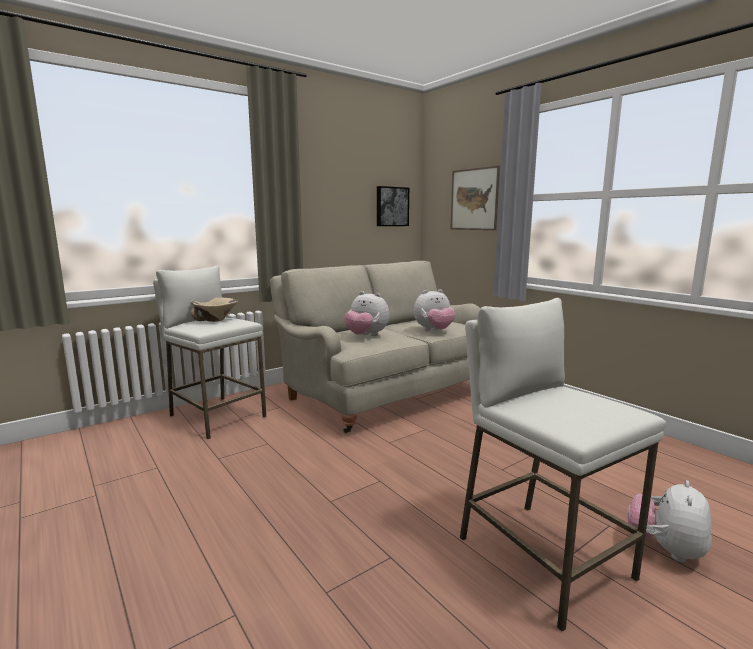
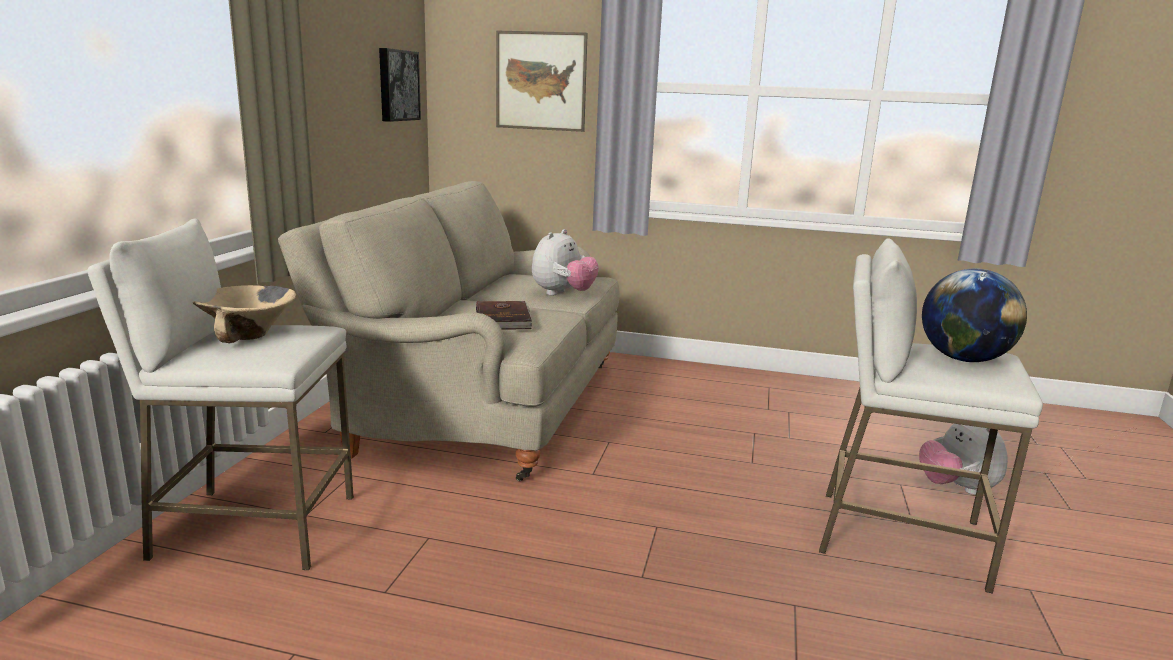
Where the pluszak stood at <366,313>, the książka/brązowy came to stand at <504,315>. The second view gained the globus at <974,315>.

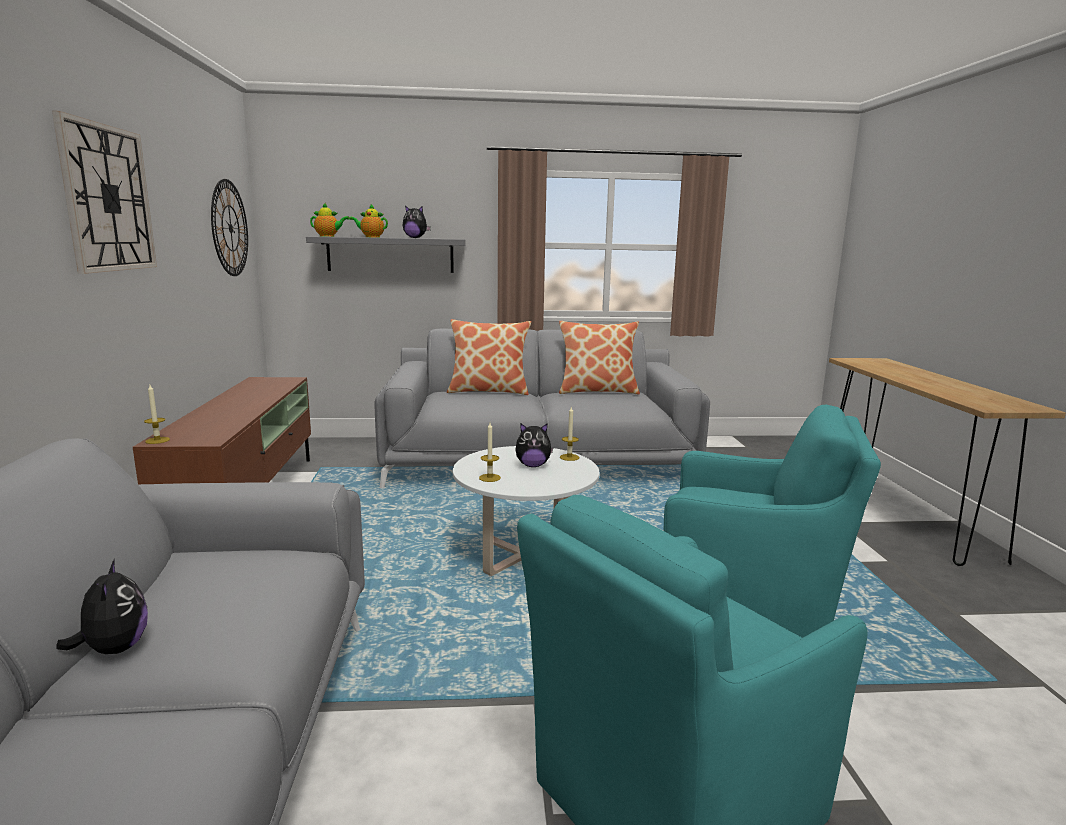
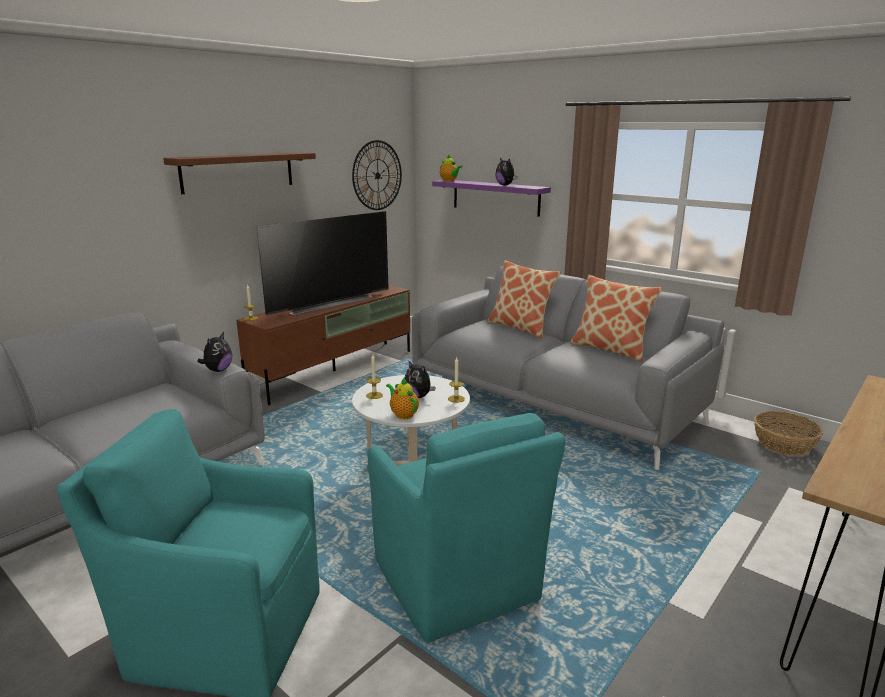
Where the zegar ścienny hung at <104,192>, the półka/brązowy came to hang at <239,173>. The pluszak ended up elsewhere, having gone from <102,606> to <214,352>. What was the półka/szary at <386,255> turned into the półka/fioletowy at <491,198>. The imbryk ended up elsewhere, having gone from <368,220> to <402,398>. The second view gained the telewizor at <323,263>. The second view gained the koszyk at <788,433>.

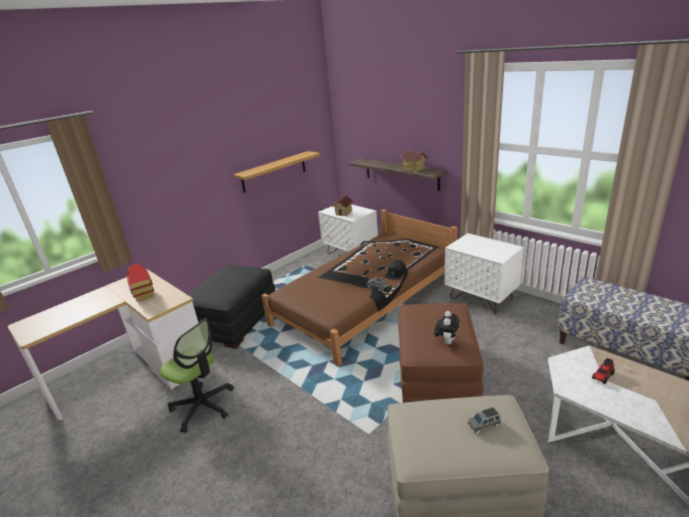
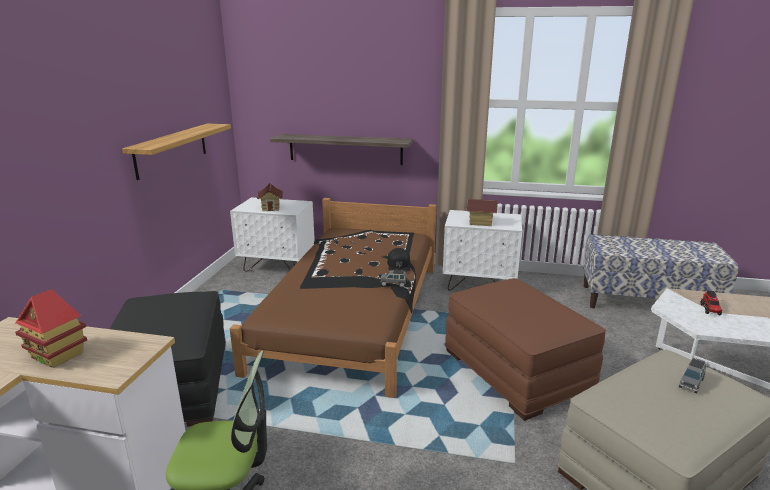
The domek ended up elsewhere, having gone from <414,161> to <482,212>. The second view lost the pluszak at <446,328>.

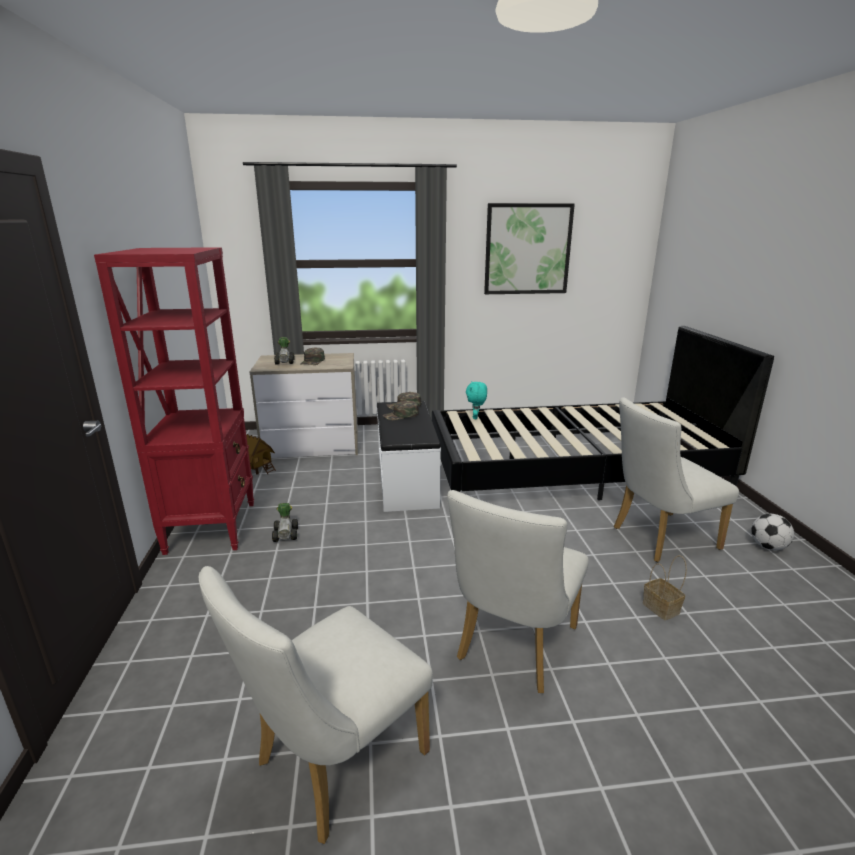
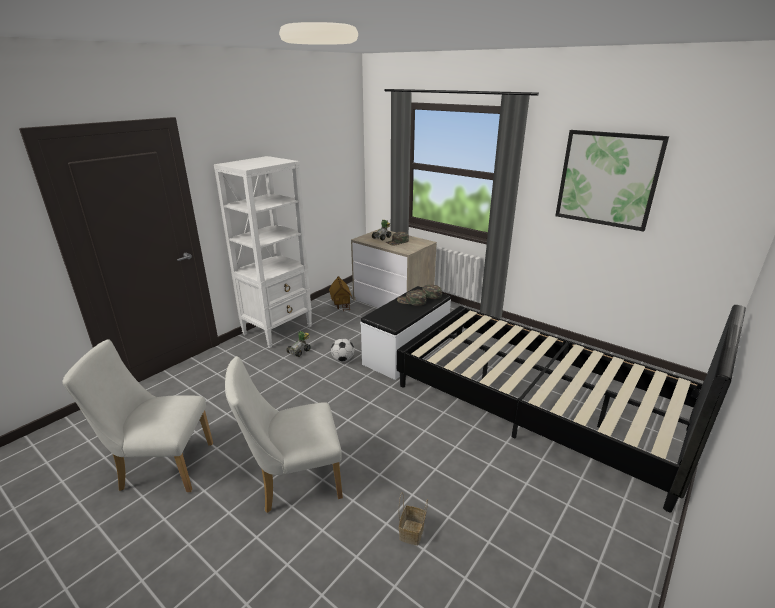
What was the regał/czerwony at <174,401> turned into the regał/biały at <263,252>. The second view lost the pluszak/turkusowy at <476,400>. The second view lost the krzesło/biały at <676,479>. The piłka futbolowa ended up elsewhere, having gone from <772,532> to <342,350>.

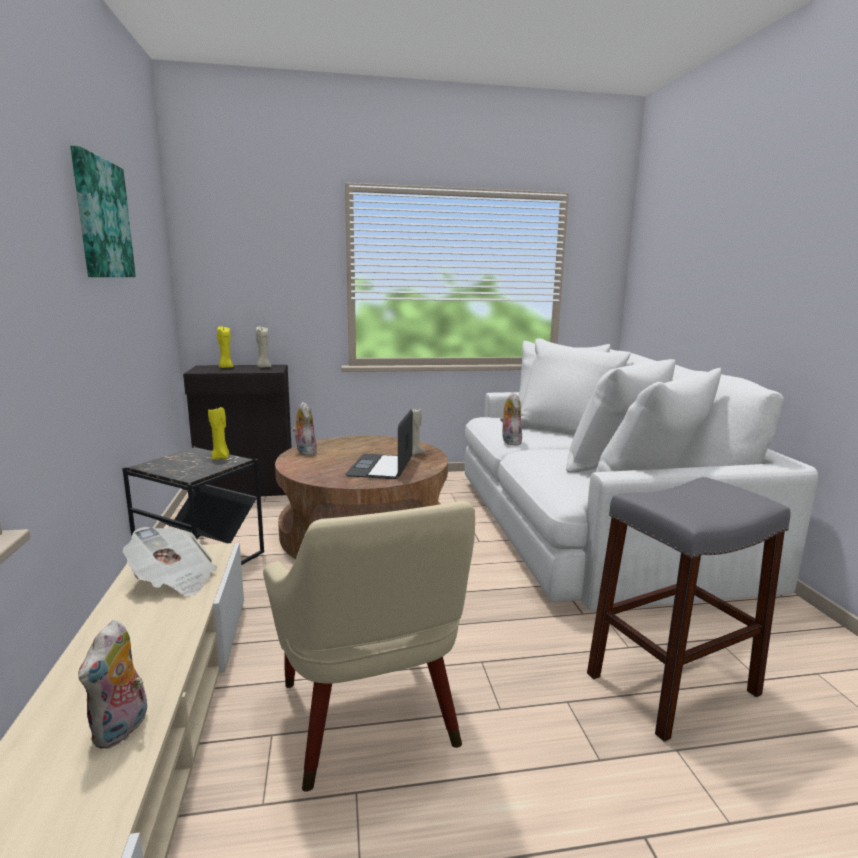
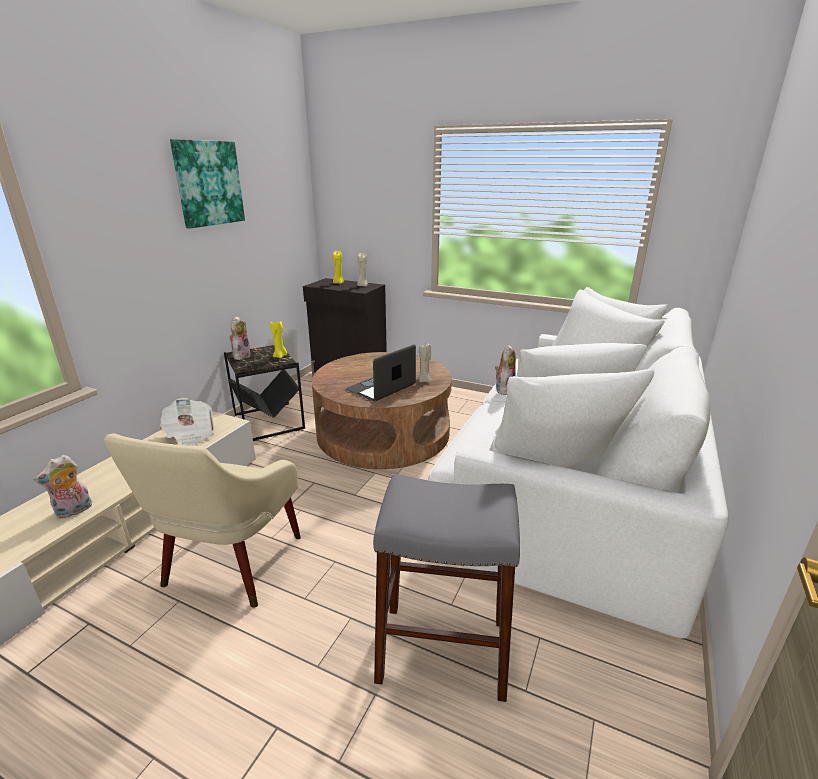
The pluszak ended up elsewhere, having gone from <304,428> to <240,338>.

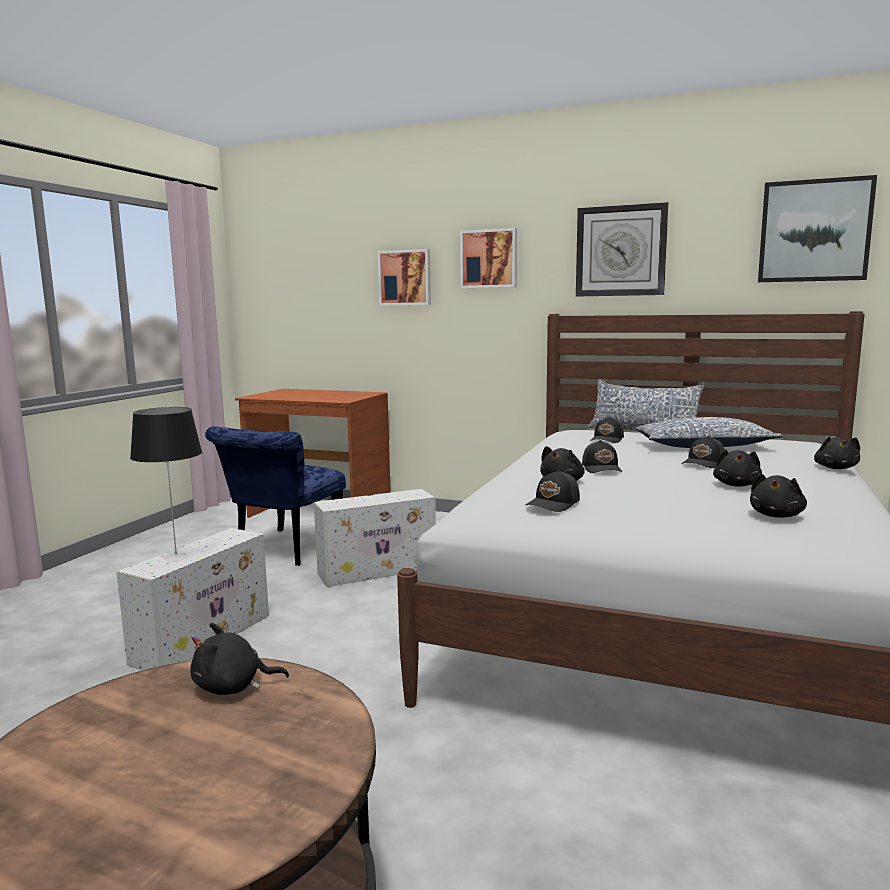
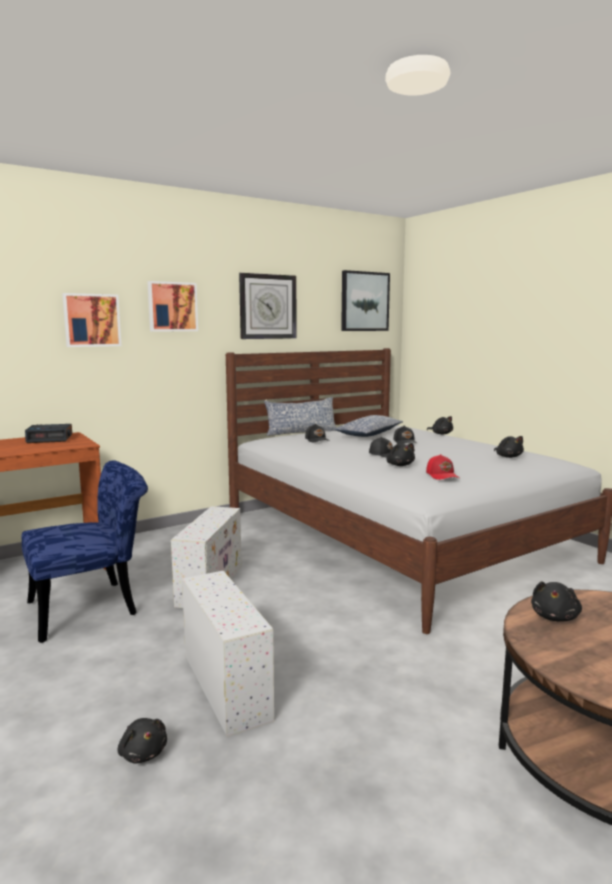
The second view lost the lampa stołowa at <166,484>. The krzesło/niebieski at <275,496> ended up facing another way, 90 degrees counterclockwise from before. What was the czapka z daszkiem/czarny at <553,491> turned into the czapka z daszkiem/czerwony at <442,467>. The pluszak/czarny ended up elsewhere, having gone from <737,468> to <142,741>. The second view gained the budzik at <48,433>.

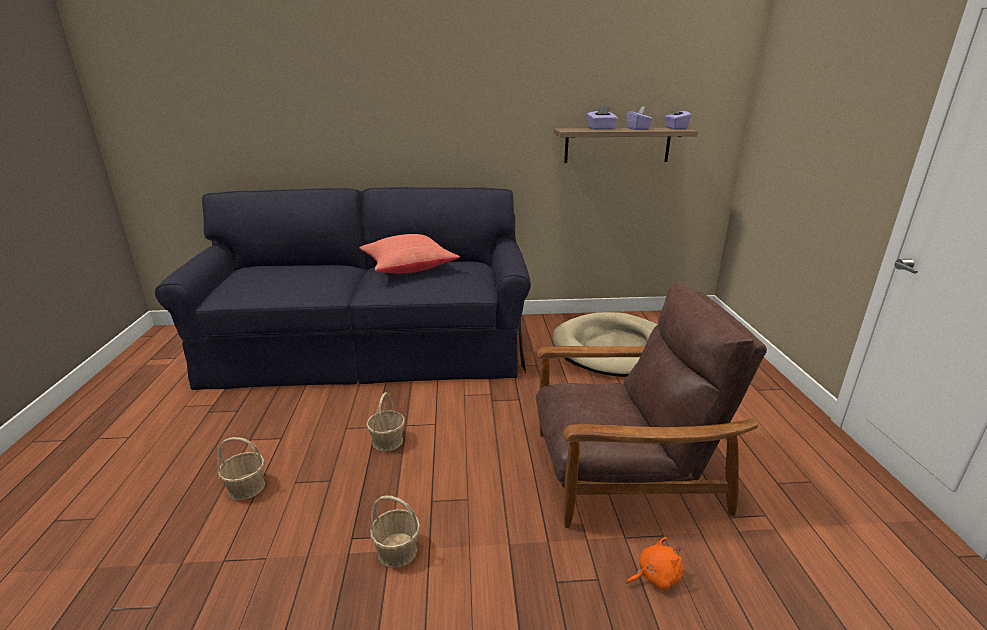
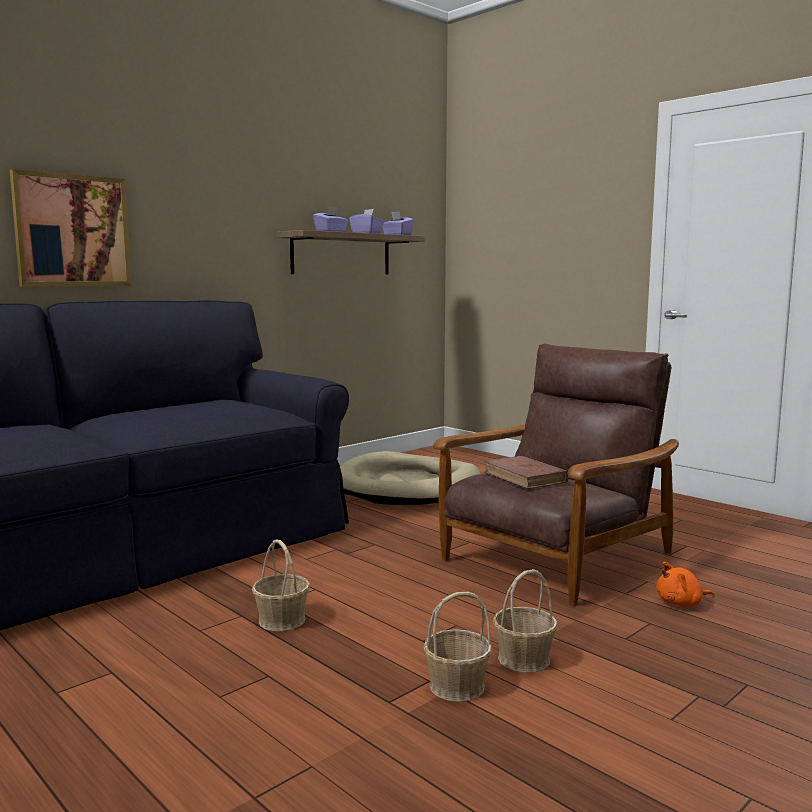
The koszyk ended up elsewhere, having gone from <241,468> to <525,621>. The second view lost the poduszka/czerwony at <409,253>. The pluszak/pomarańczowy at <654,563> ended up facing another way, 135 degrees counterclockwise from before. The second view gained the obraz at <71,228>. The second view gained the książka/brązowy at <526,472>.

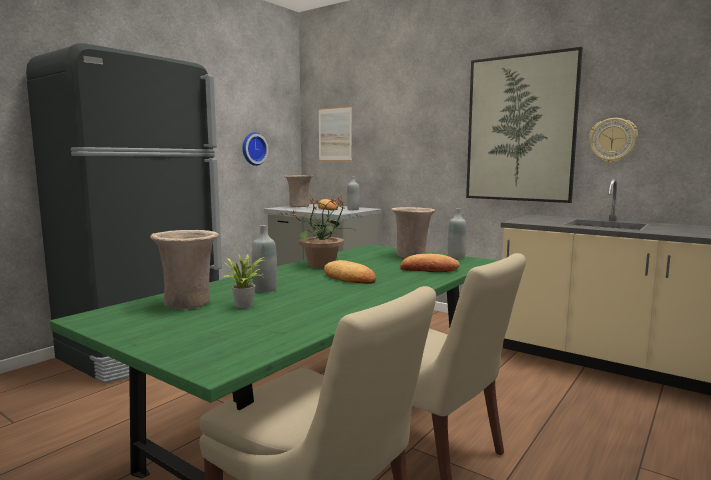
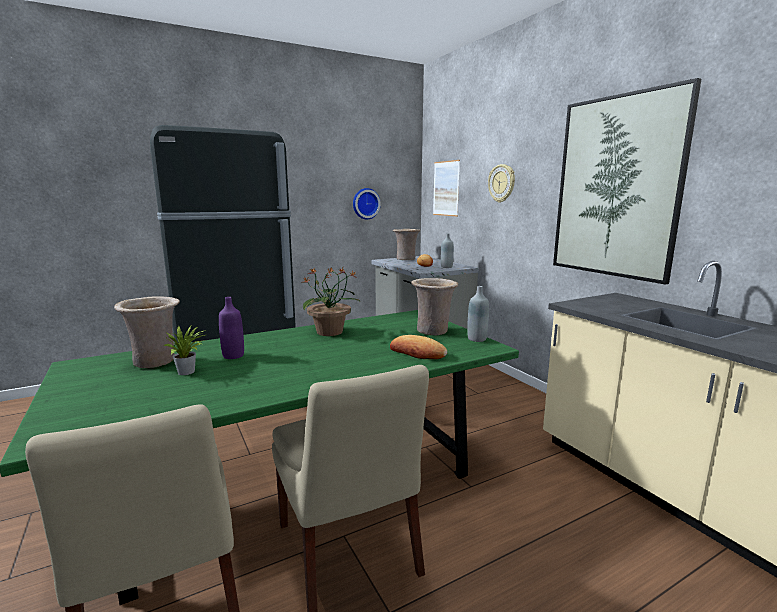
What was the butelka/szary at <264,259> turned into the butelka/fioletowy at <231,328>. The second view lost the chleb at <350,272>. The zegar ścienny ended up elsewhere, having gone from <613,140> to <501,183>.

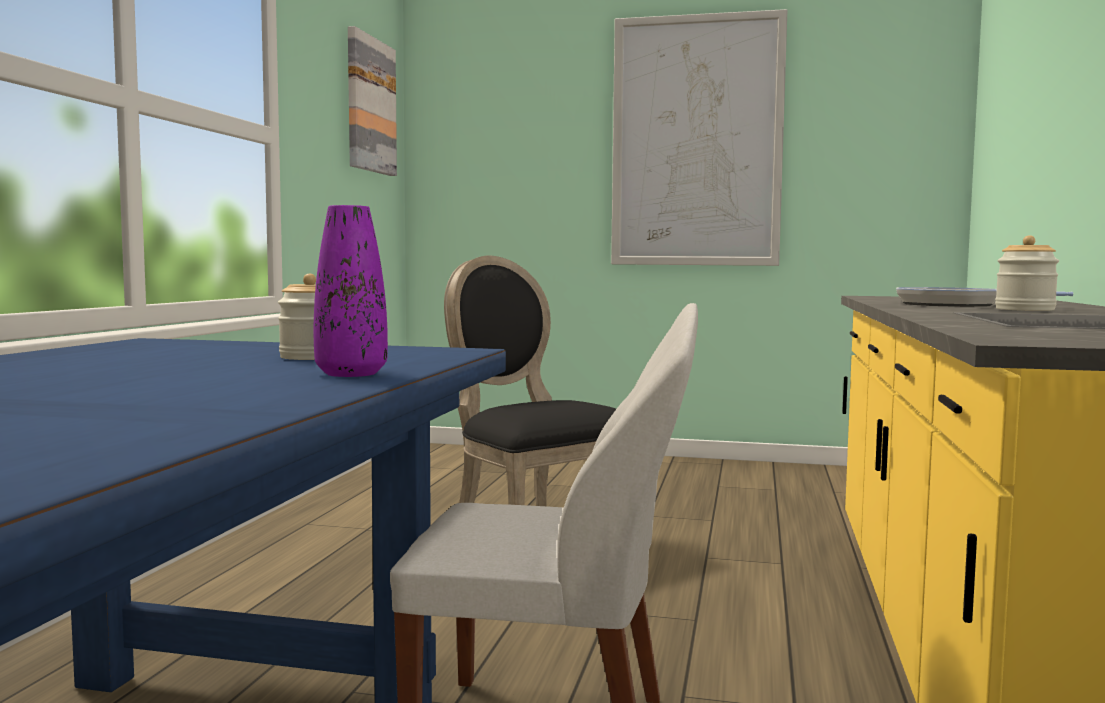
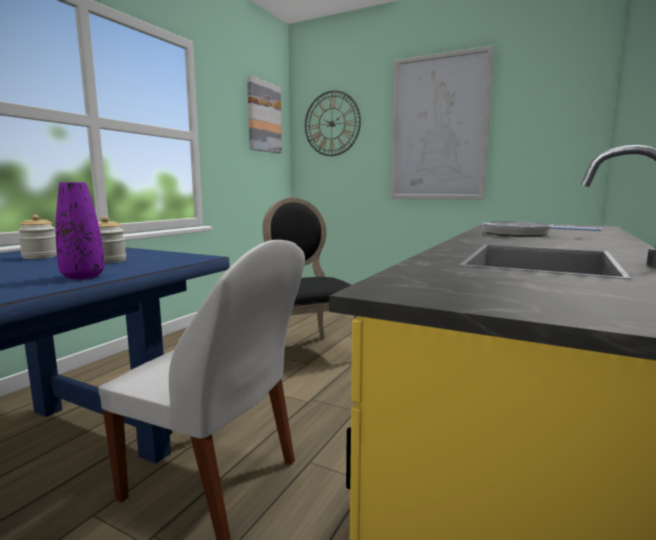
The słoik ended up elsewhere, having gone from <1027,273> to <37,237>. The second view gained the zegar ścienny at <333,123>.

